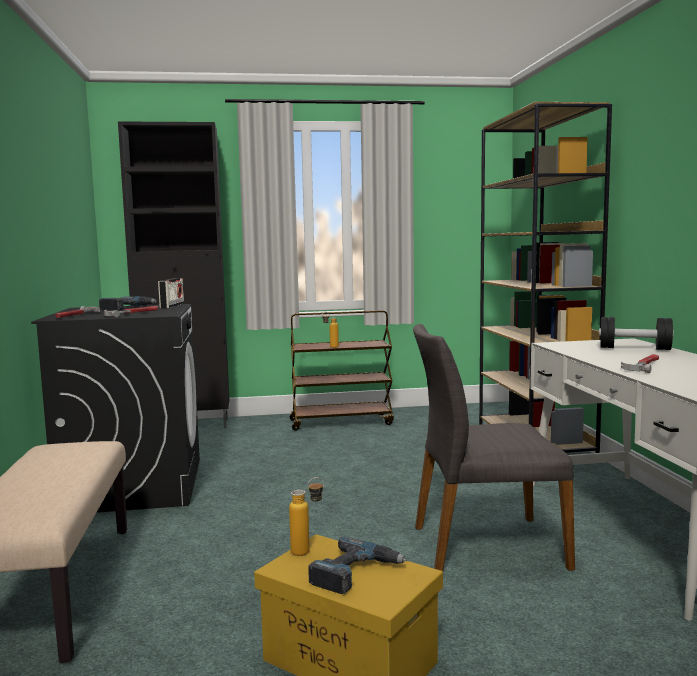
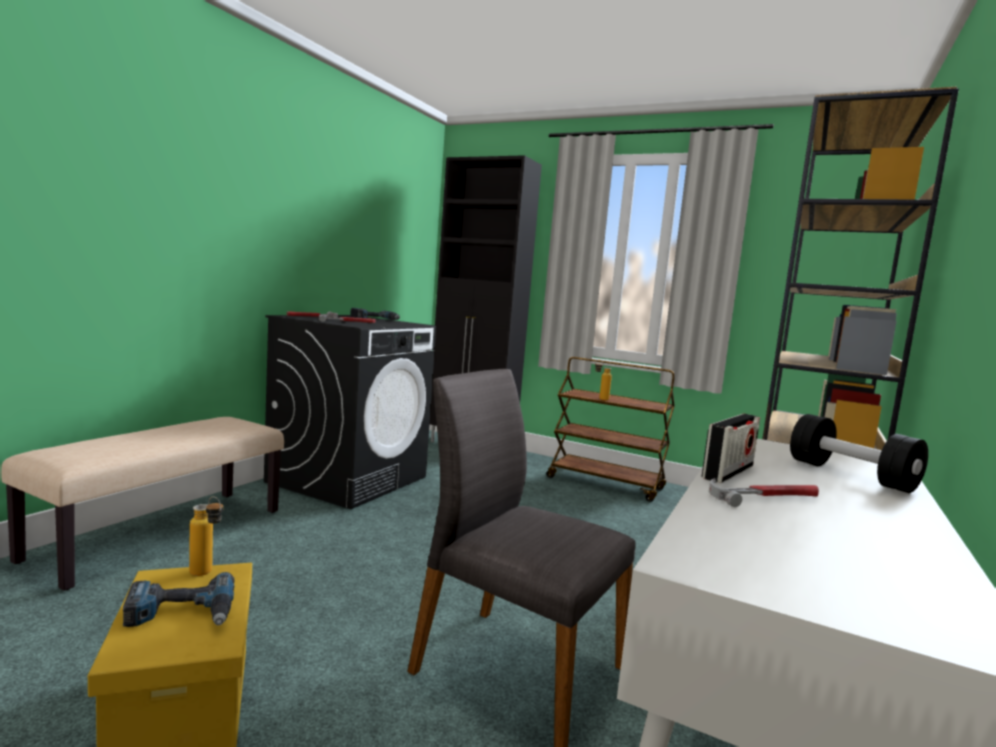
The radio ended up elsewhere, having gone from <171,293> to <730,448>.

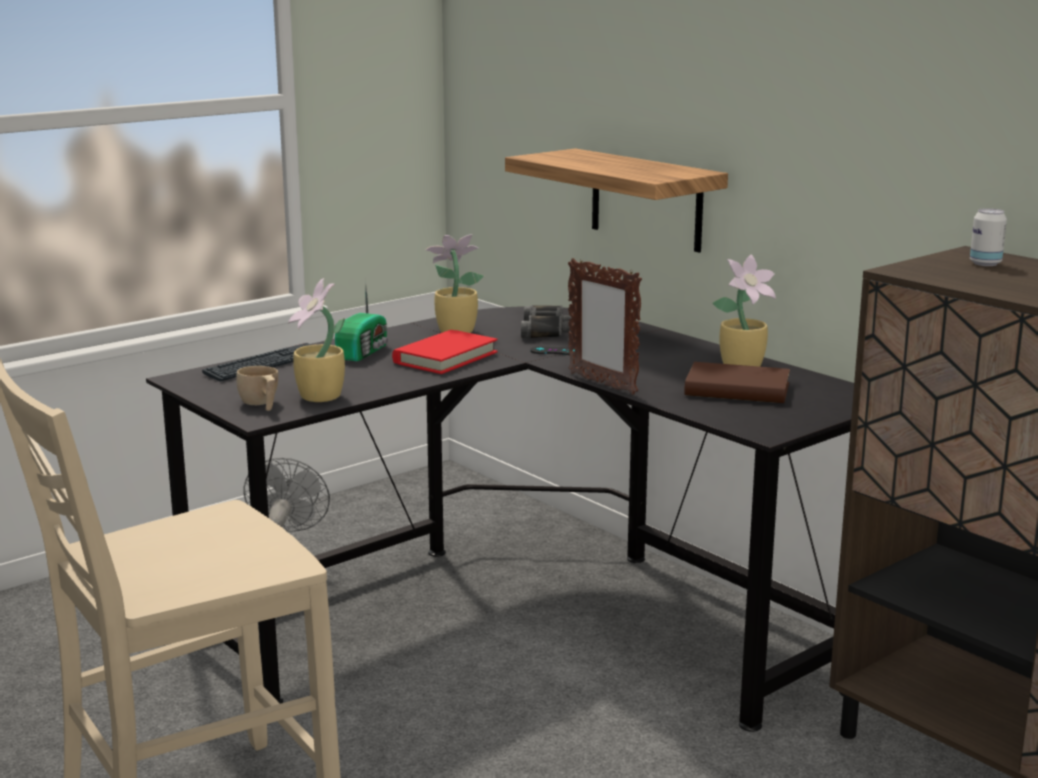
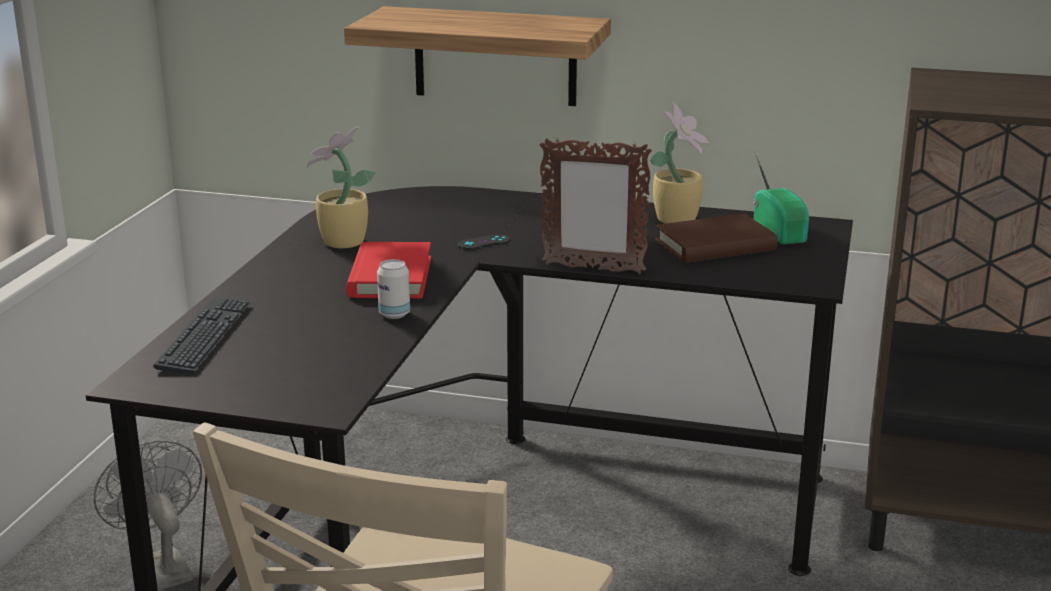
The second view lost the filiżanka/beżowy at <257,388>. The second view lost the roślina doniczkowa at <316,340>. The radio ended up elsewhere, having gone from <361,320> to <781,199>. The second view lost the lornetka/czarny at <548,321>. The puszka ended up elsewhere, having gone from <988,237> to <393,289>.

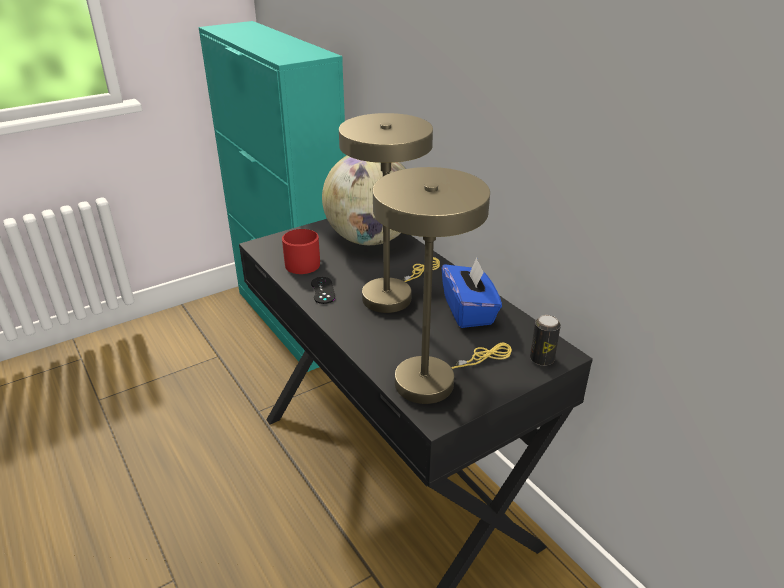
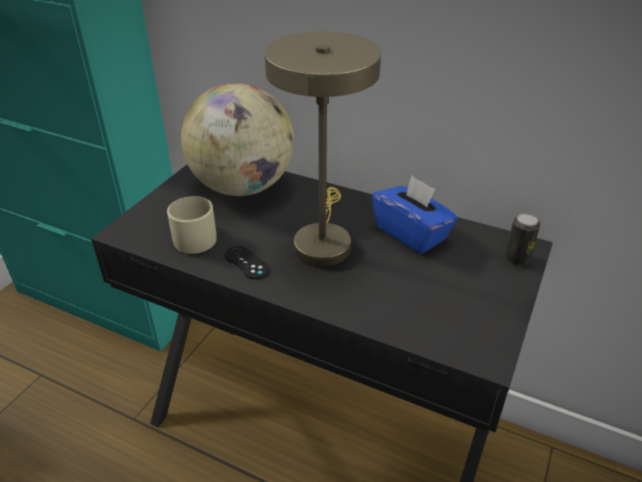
What was the kubek/czerwony at <301,251> turned into the kubek/beżowy at <192,225>. The second view lost the lampa stołowa/beżowy at <442,285>.

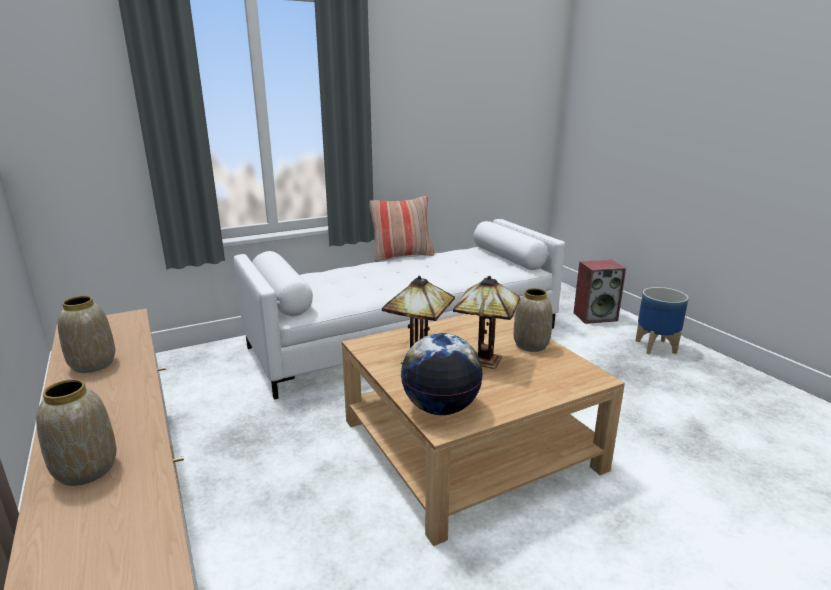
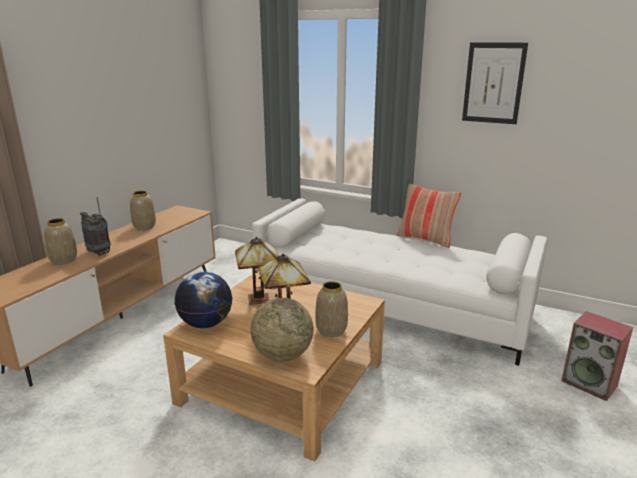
The second view lost the donica at <662,320>. The second view gained the radio at <95,226>. The second view gained the globus at <282,330>. The second view gained the obraz at <495,83>.

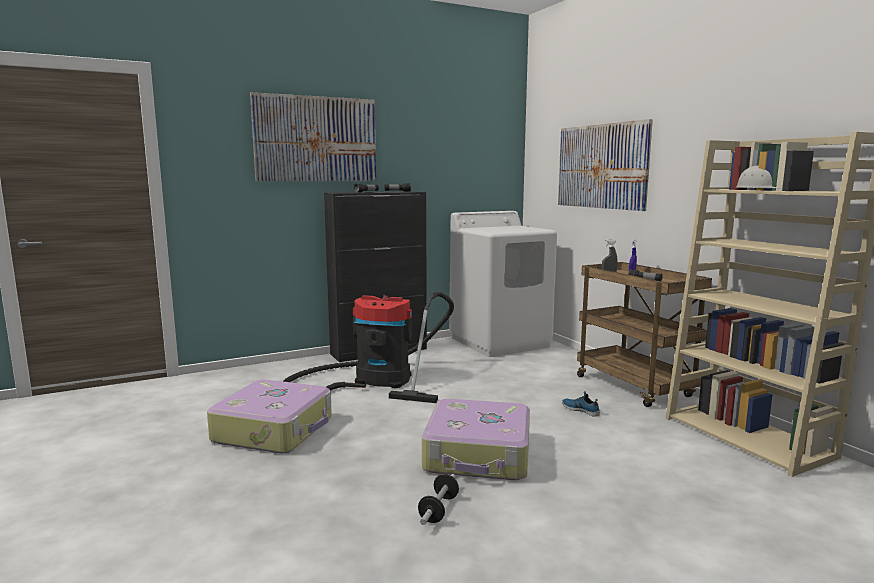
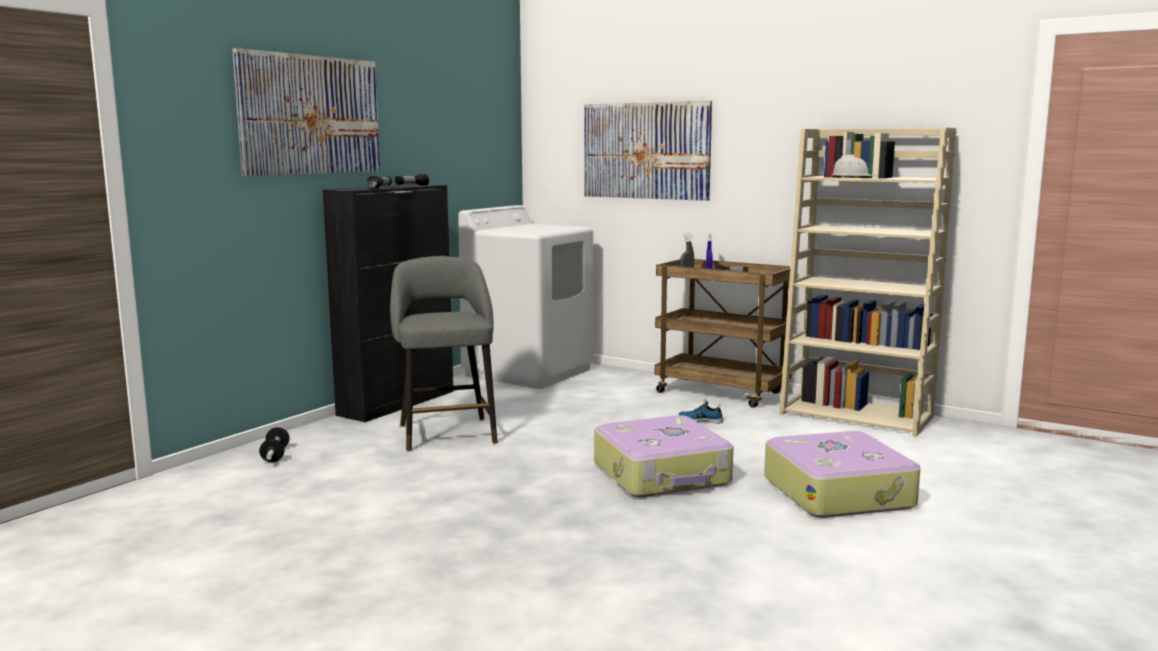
The walizka ended up elsewhere, having gone from <269,416> to <842,474>. Where the odkurzacz stood at <368,347>, the stołek/szary came to stand at <444,353>. The hantel ended up elsewhere, having gone from <438,499> to <274,444>.

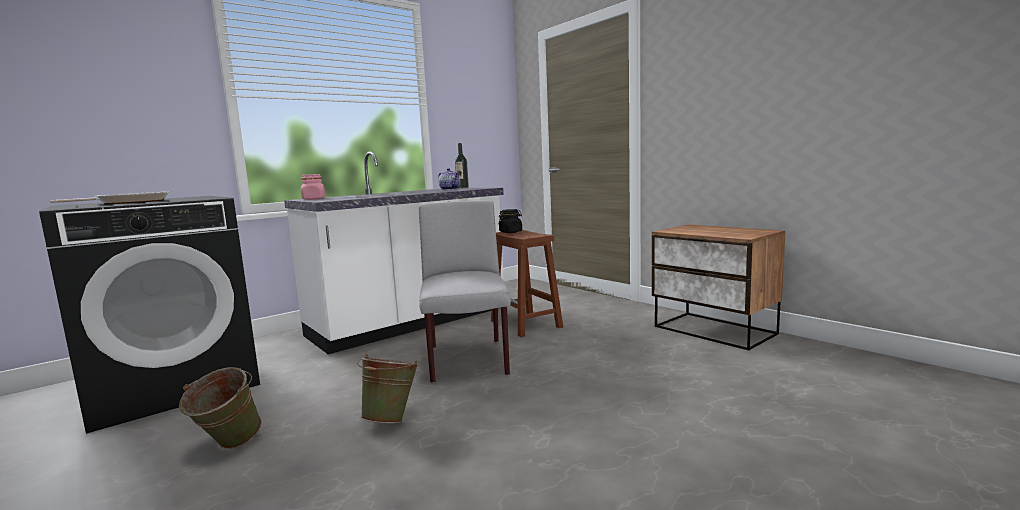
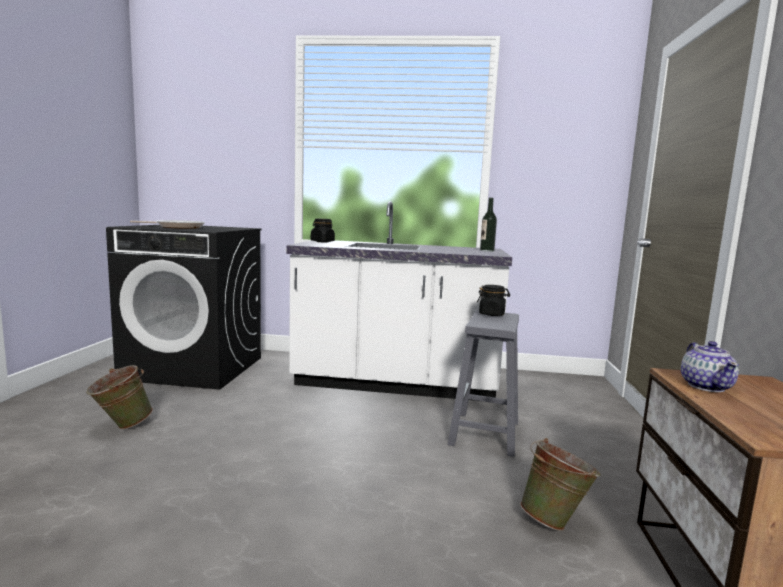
What was the słoik/różowy at <313,187> turned into the słoik/czarny at <323,230>. The wiadro/zielony ended up elsewhere, having gone from <388,388> to <560,484>. The second view lost the krzesło/szary at <464,292>. The imbryk ended up elsewhere, having gone from <449,179> to <710,366>. What was the stołek/brązowy at <527,283> turned into the stołek/szary at <483,383>.

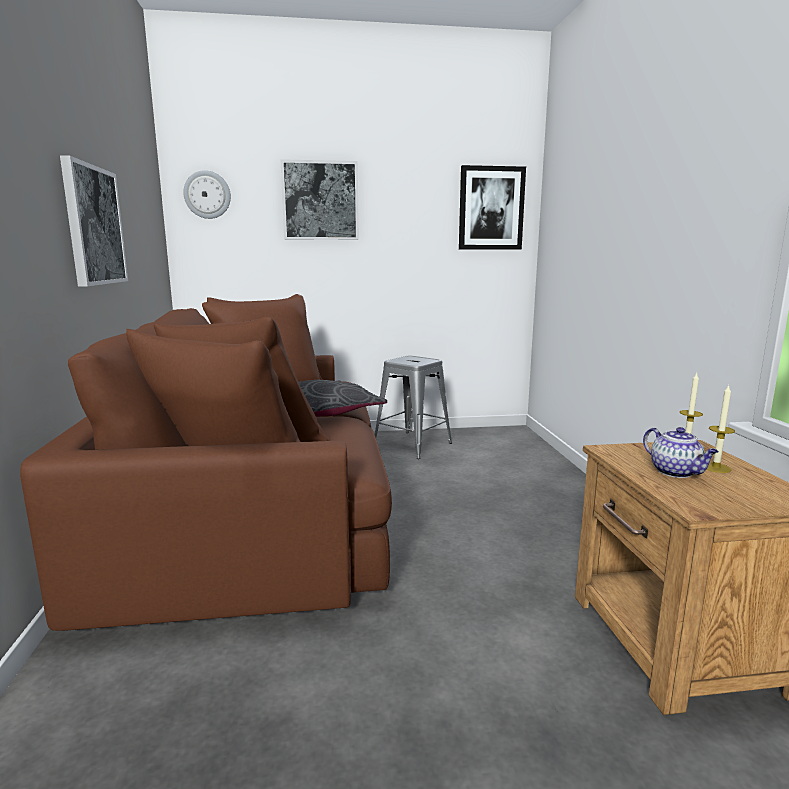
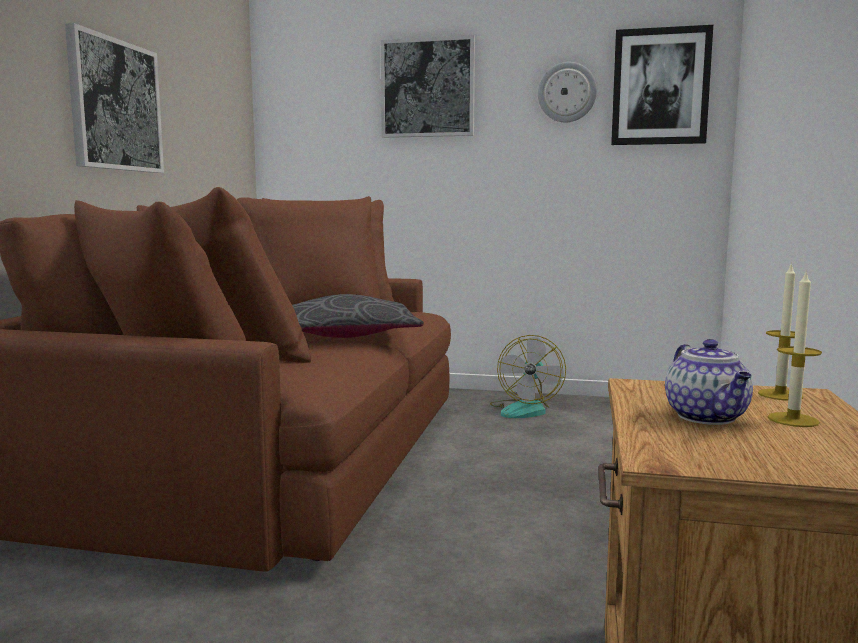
The zegar ścienny ended up elsewhere, having gone from <207,194> to <567,92>. Where the stołek/szary stood at <413,407>, the wentylator came to stand at <528,376>.

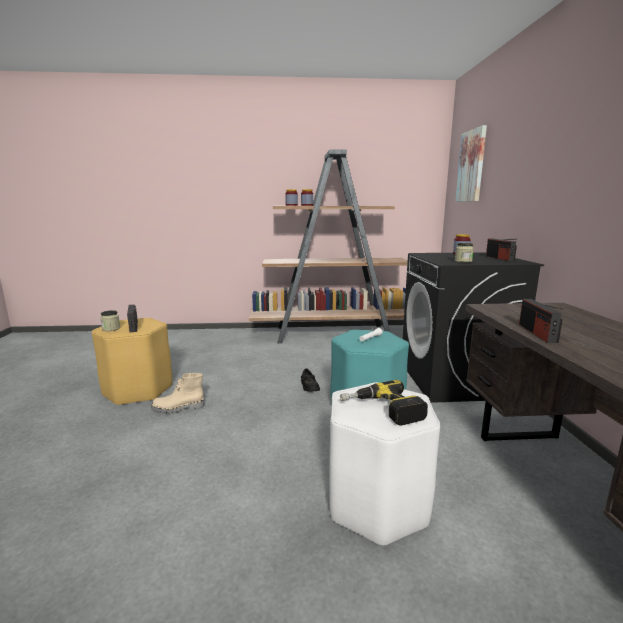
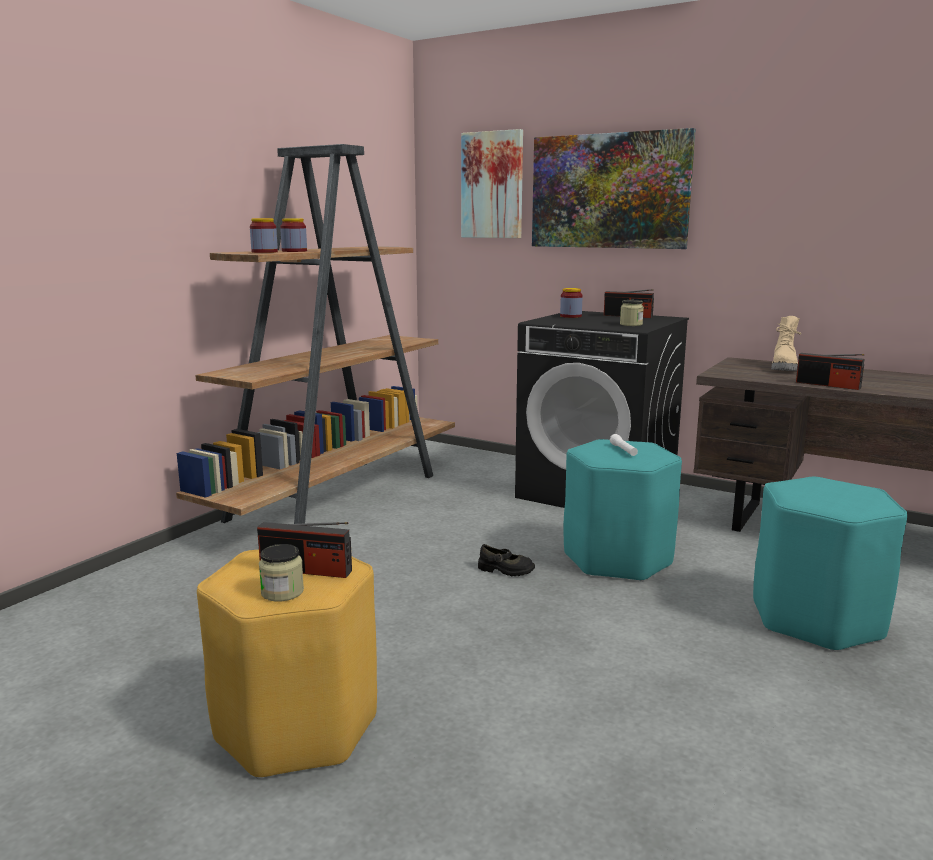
The but z cholewką/beżowy ended up elsewhere, having gone from <177,393> to <786,343>. What was the stołek/biały at <384,464> turned into the stołek/turkusowy at <830,564>. The second view lost the wiertarka at <384,403>. The second view gained the obraz at <614,188>.

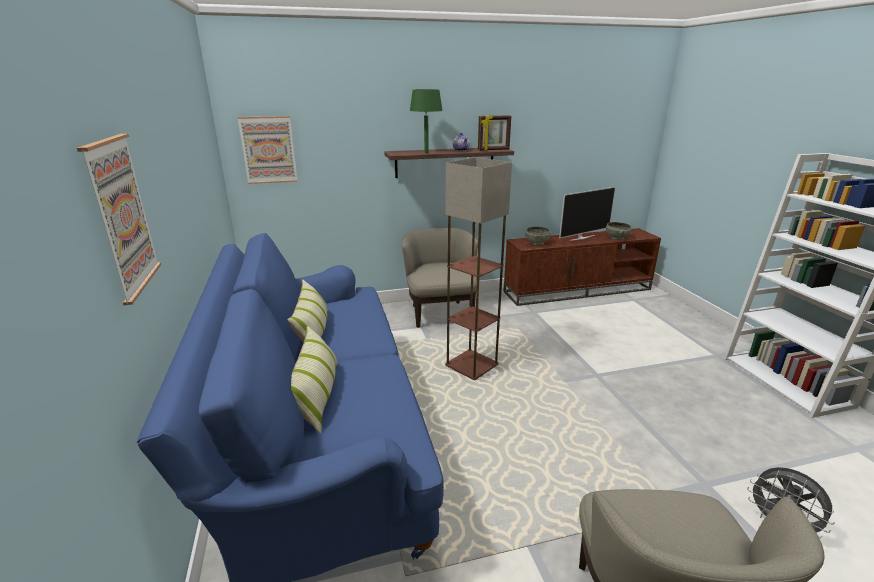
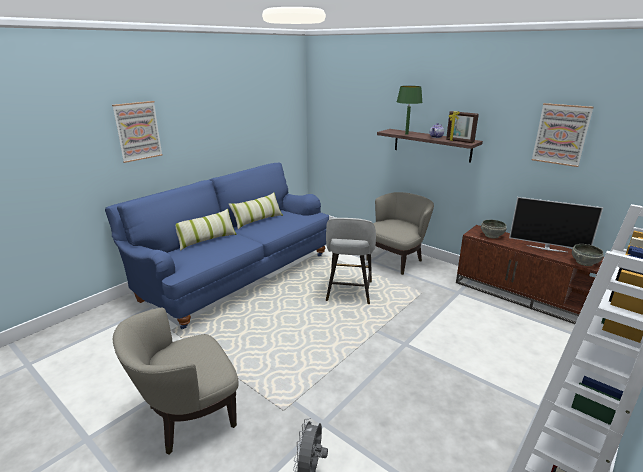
The obraz ended up elsewhere, having gone from <268,150> to <563,135>. Where the lampa stojąca stood at <478,268>, the stołek/szary came to stand at <351,261>.

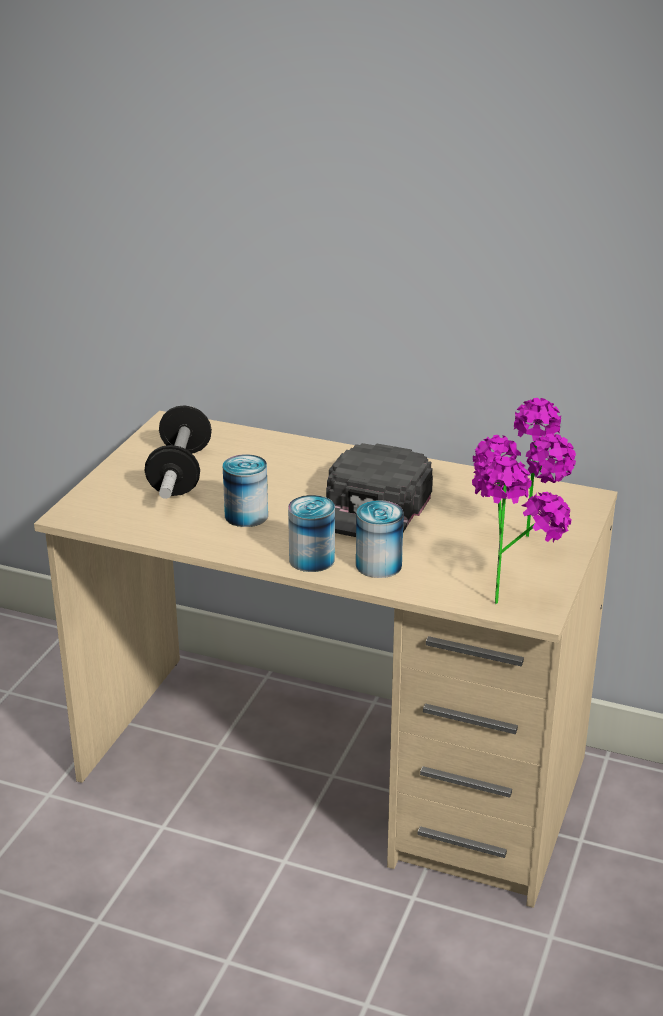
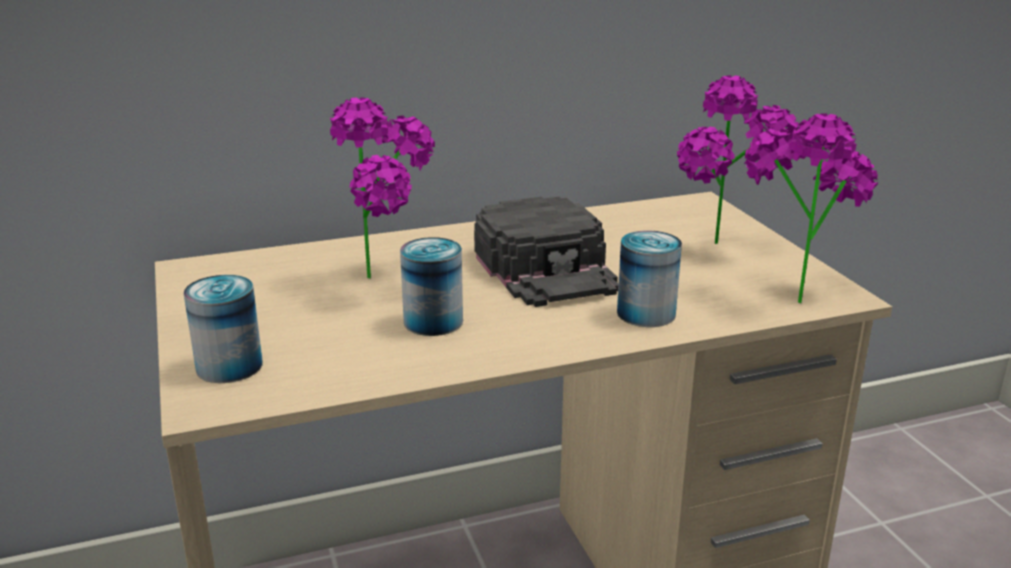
The second view lost the hantel at <178,452>. The puszka ended up elsewhere, having gone from <311,533> to <223,329>. The second view gained the roślina doniczkowa at <382,187>.

